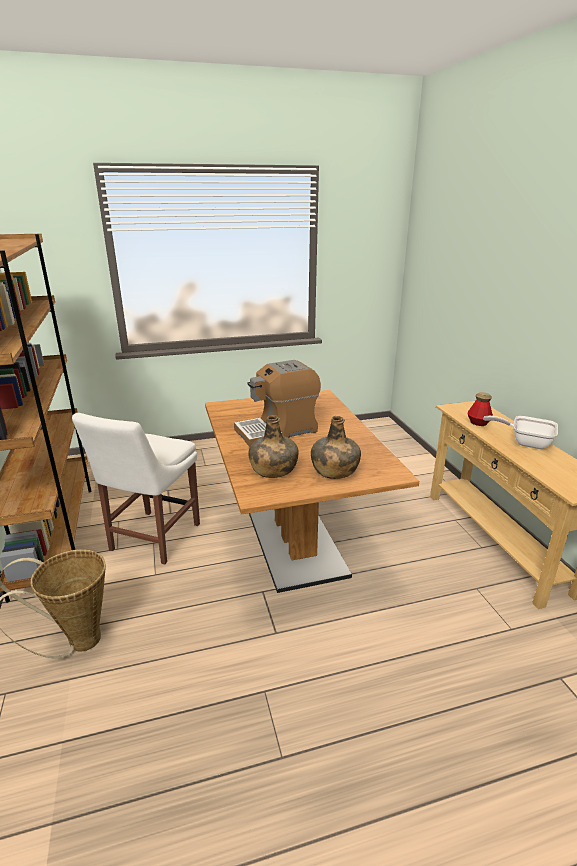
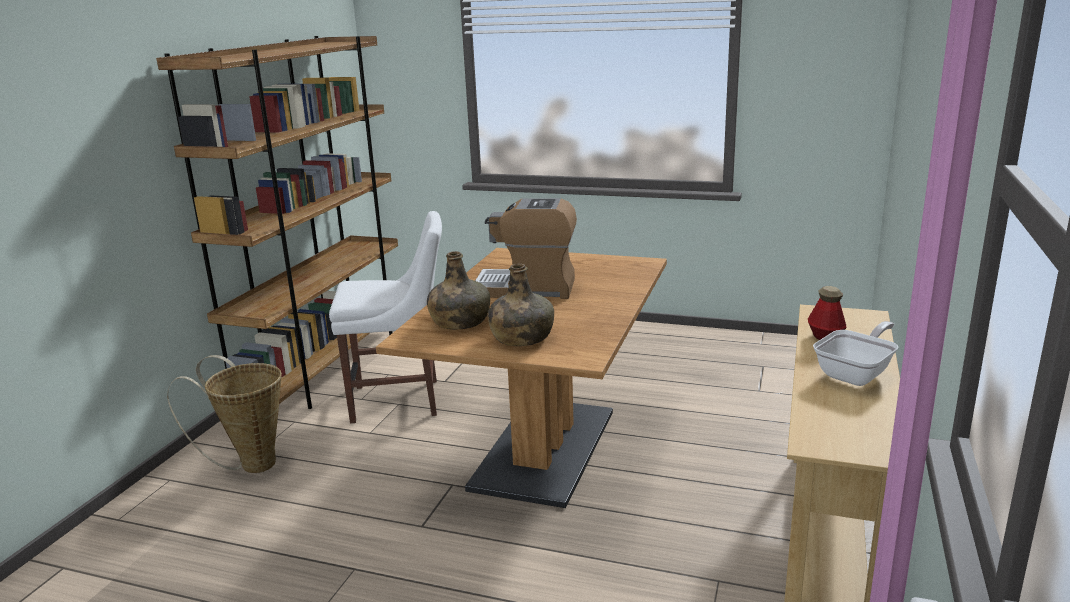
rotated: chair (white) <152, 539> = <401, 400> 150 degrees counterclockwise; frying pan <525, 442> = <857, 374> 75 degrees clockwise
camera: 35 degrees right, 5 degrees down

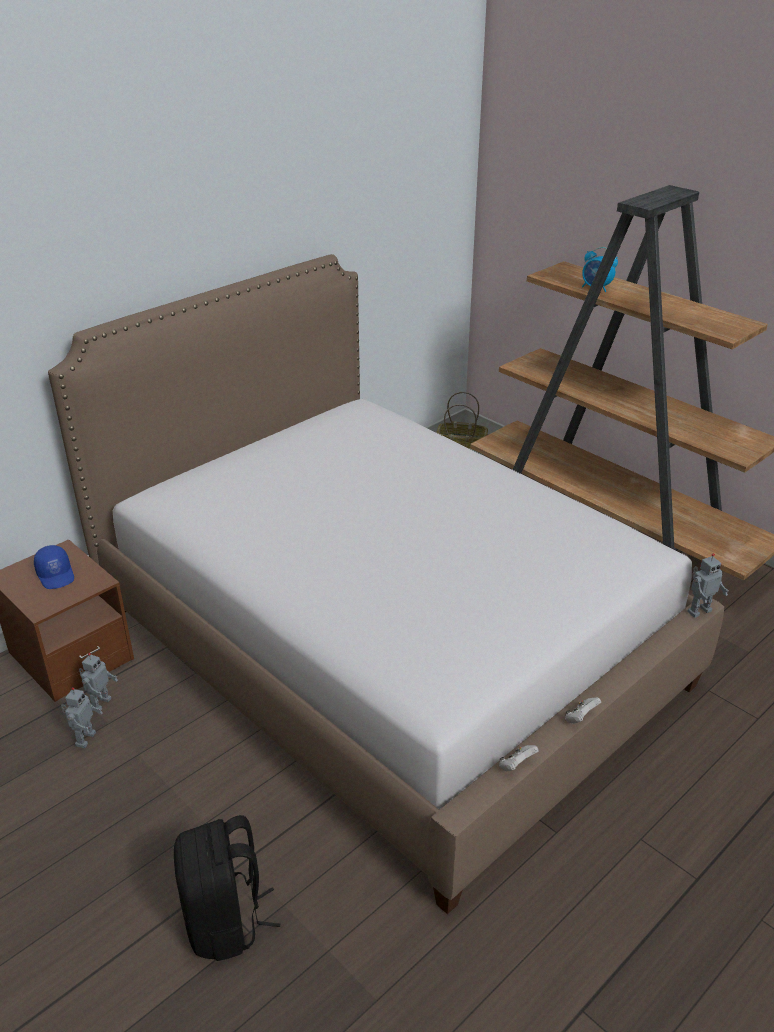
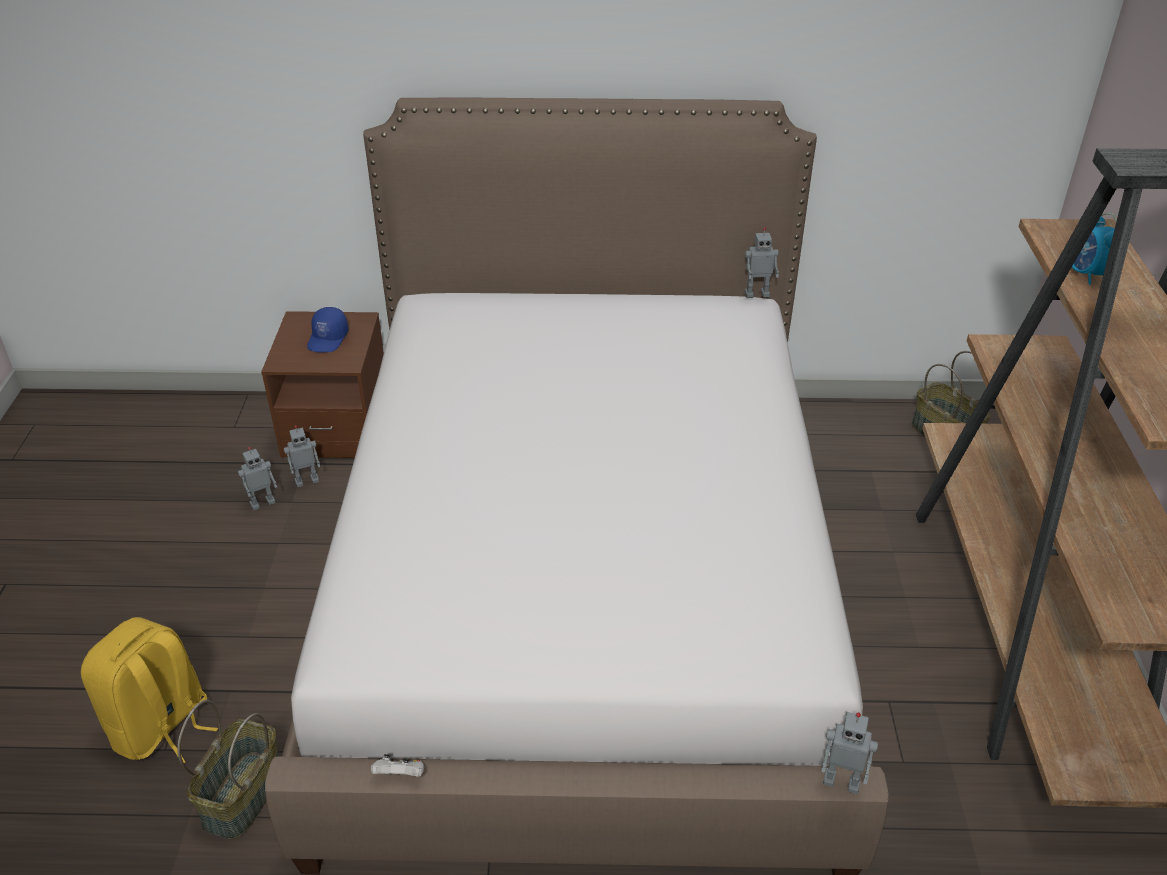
gone: game controller (white) <580, 718>
new: basket <242, 794>; toy robot <756, 294>
repainted: backpack (black) <226, 922> to backpack (yellow) <161, 727>
camera: 45 degrees right, 5 degrees up

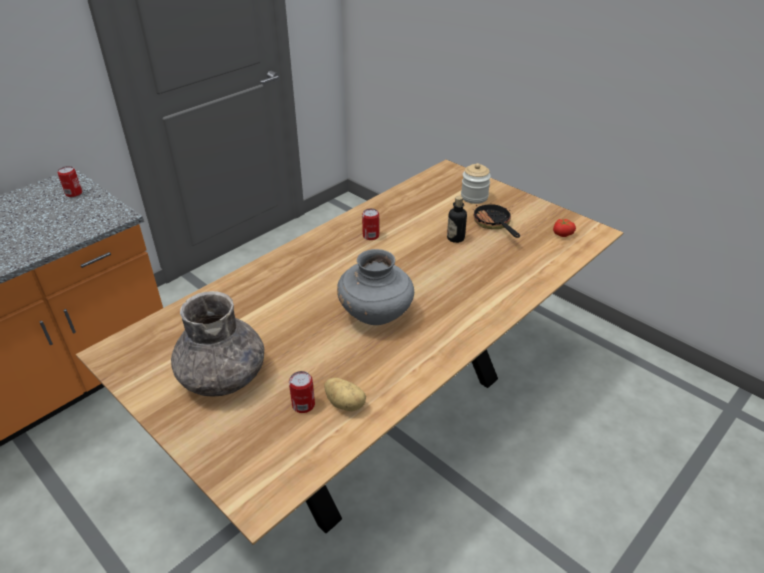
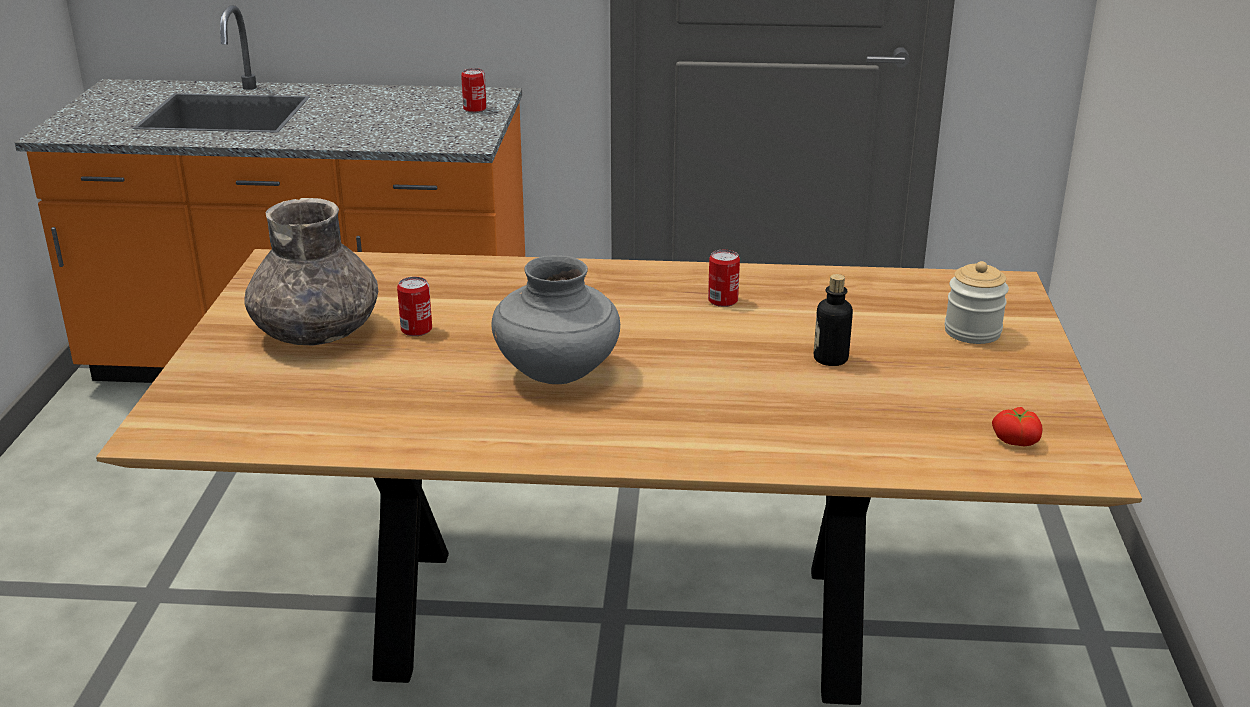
gone: potato <346, 403>; frying pan <494, 224>
shifted: can <303, 405> to <416, 329>
camera: 50 degrees right, 10 degrees down

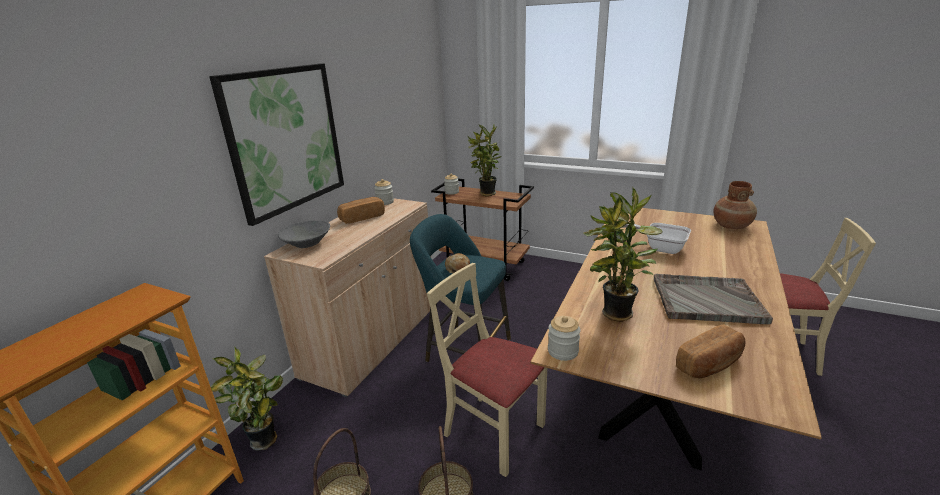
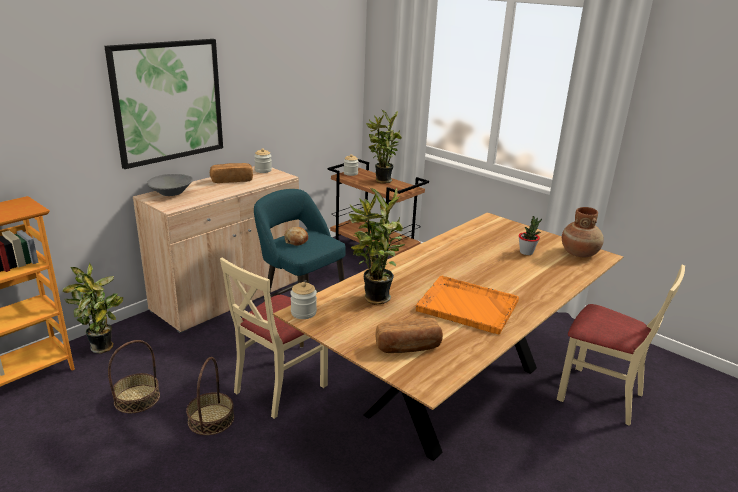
gone: frying pan <660, 248>
new: potted plant <526, 252>
repainted: tray (grey) <705, 300> to tray (orange) <466, 305>
rotated: chair (beige) <493, 431> = <279, 387> 105 degrees counterclockwise
camera: 15 degrees right, 0 degrees up

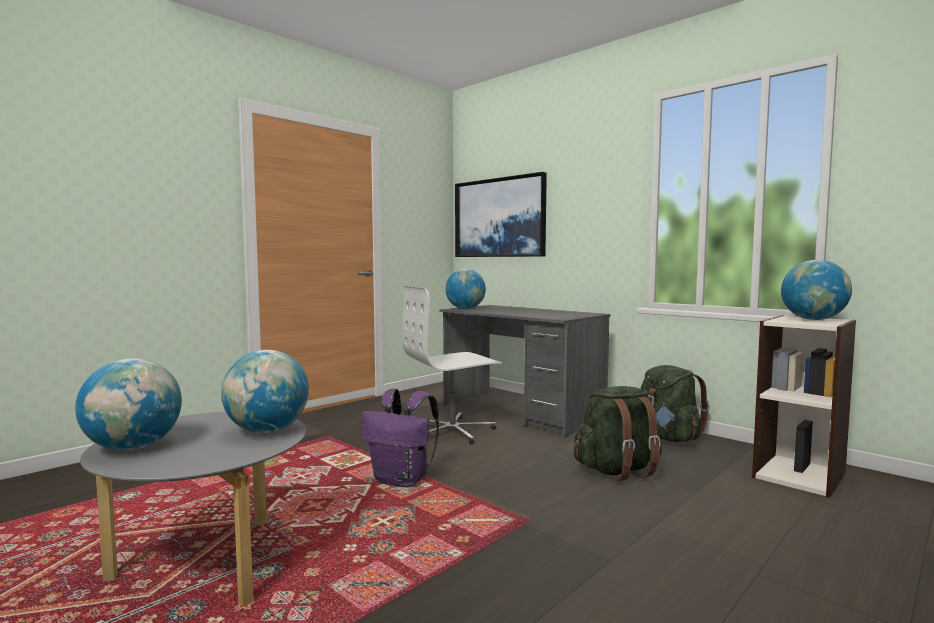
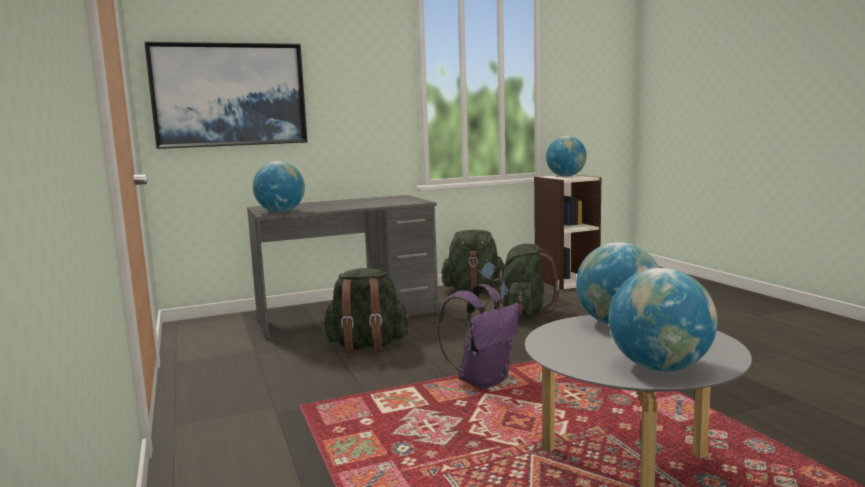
swapped: office chair (white) <453, 431> to backpack (green) <366, 346>
camera: 65 degrees left, 5 degrees up

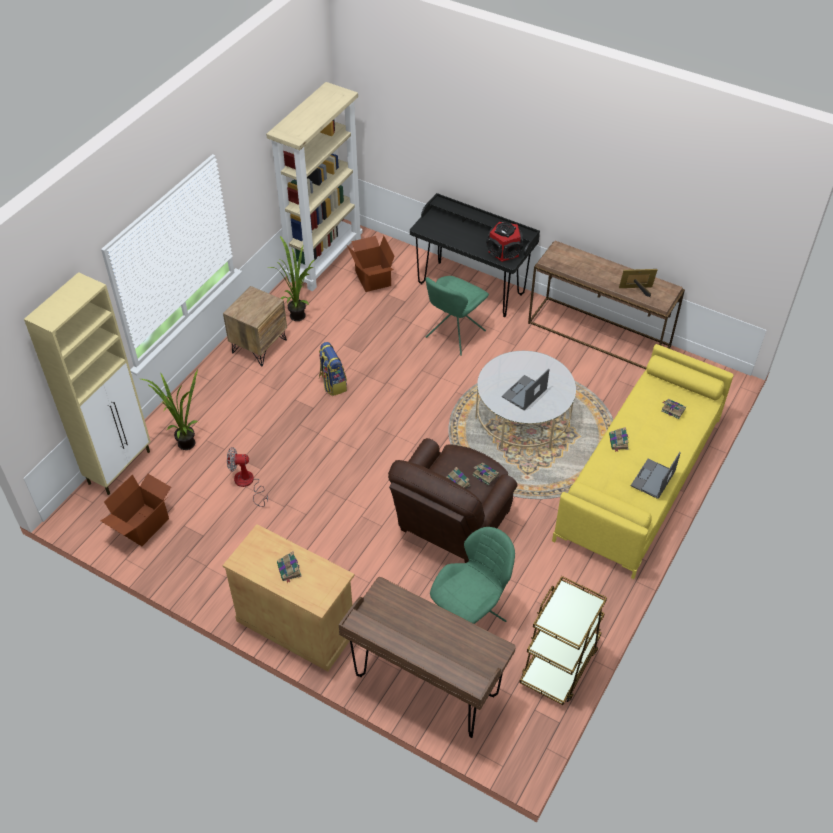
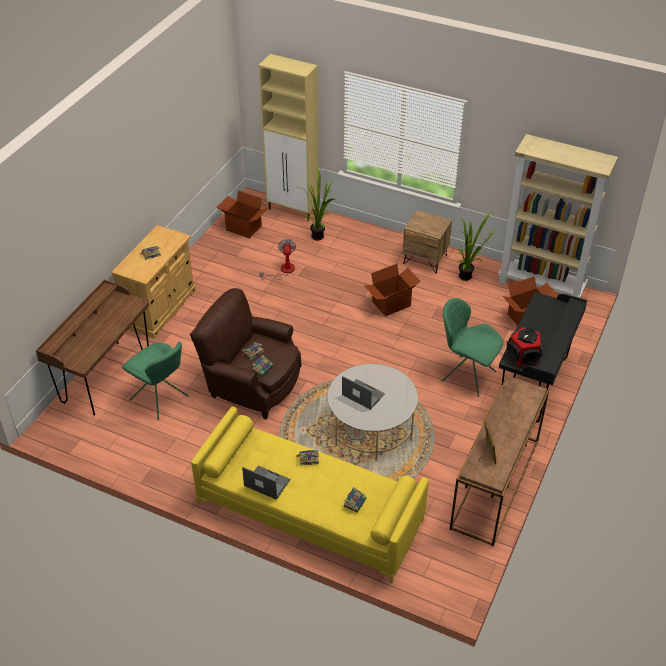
gone: cart (brown) <559, 664>
swapped: backpack <332, 384> to cardboard box <391, 304>
camera: 85 degrees right, 5 degrees down

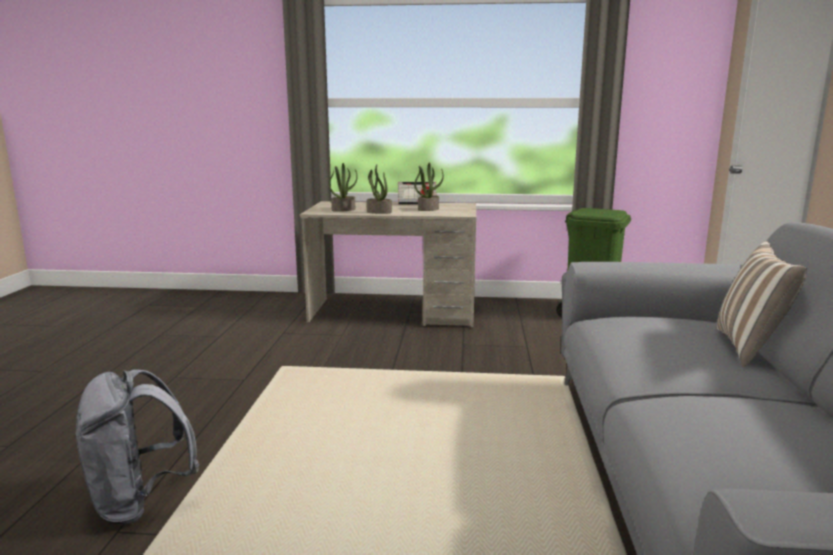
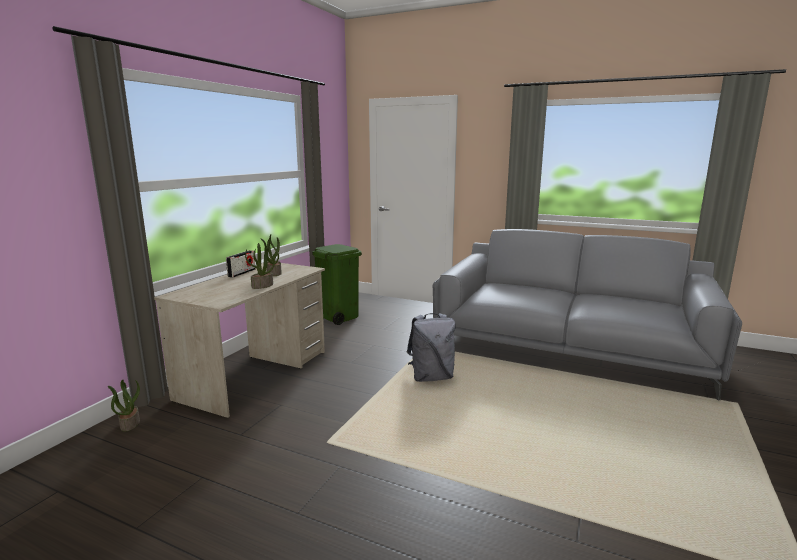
gone: pillow <750, 348>
shifted: backpack (grey) <140, 502> to <431, 377>; potted plant <343, 210> to <129, 424>
camera: 70 degrees left, 0 degrees up

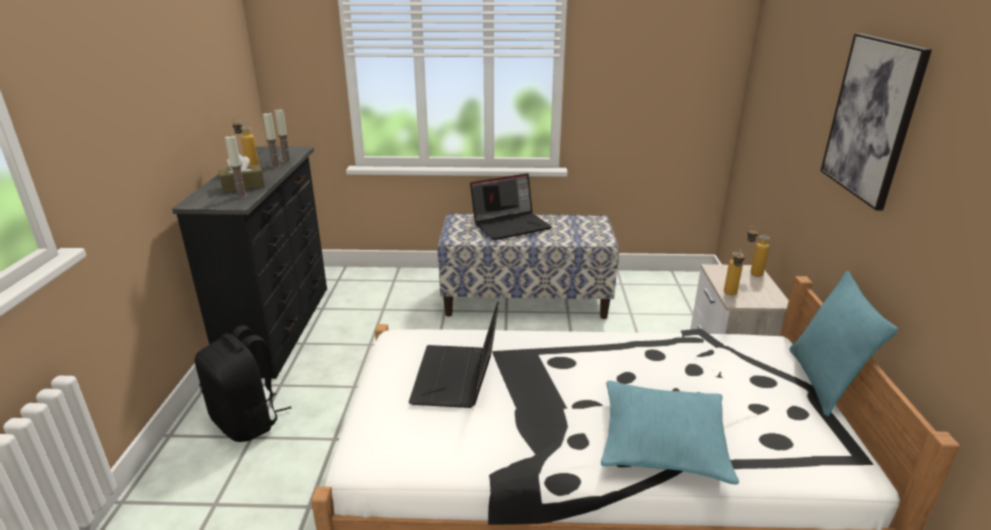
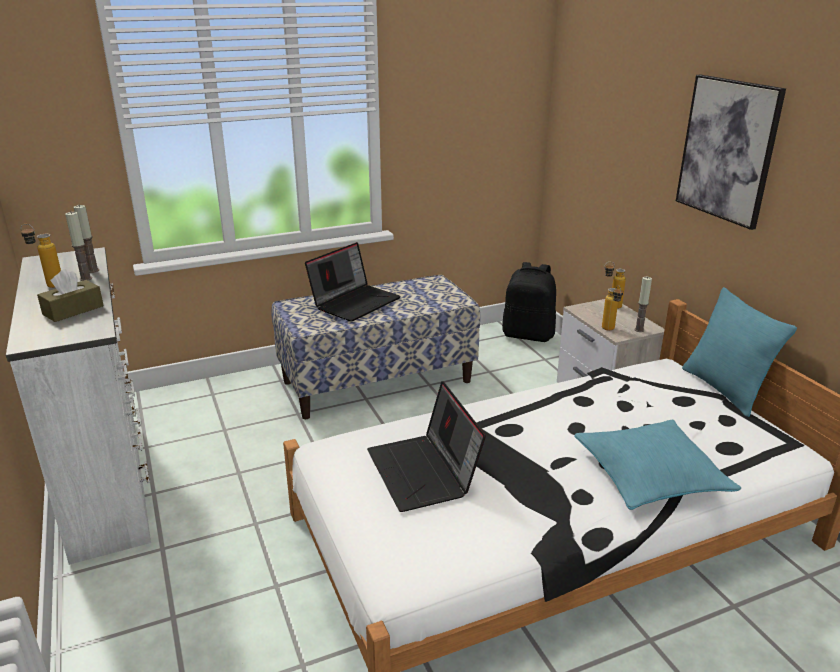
shifted: backpack (black) <248, 421> to <528, 335>; candle <241, 196> to <639, 330>
repainted: dresser (black) <281, 327> to dresser (white) <109, 482>
camera: 25 degrees left, 0 degrees up

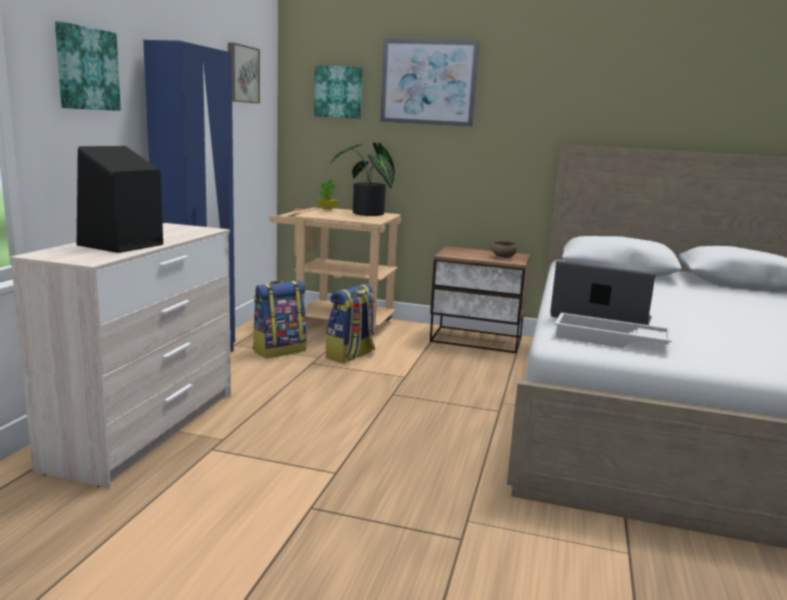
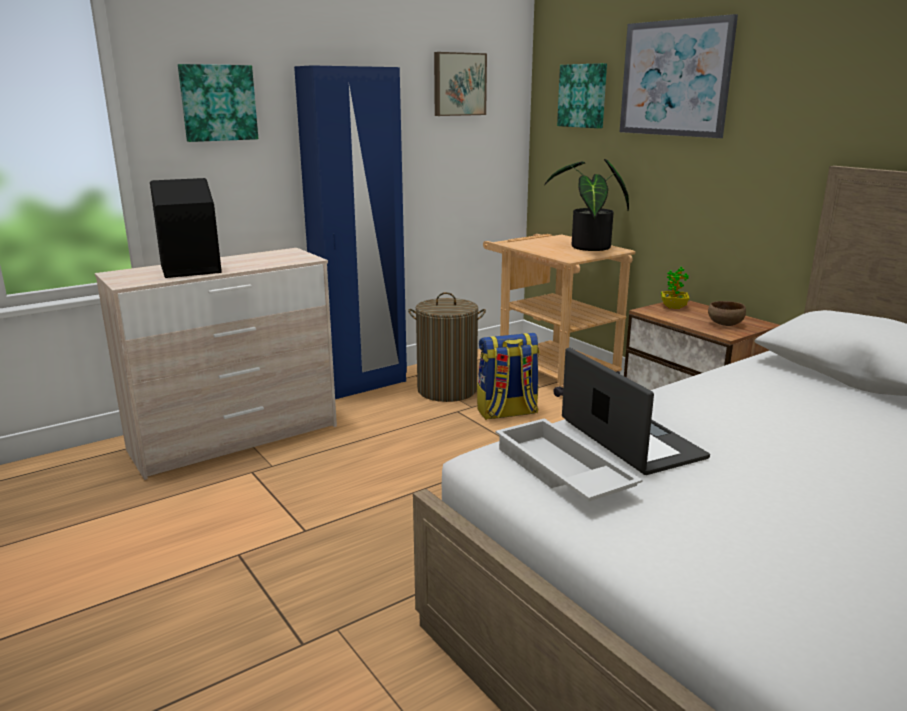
shifted: potted plant <327, 208> to <673, 307>
swapped: backpack <279, 350> to laundry basket <447, 390>
camera: 40 degrees right, 5 degrees up

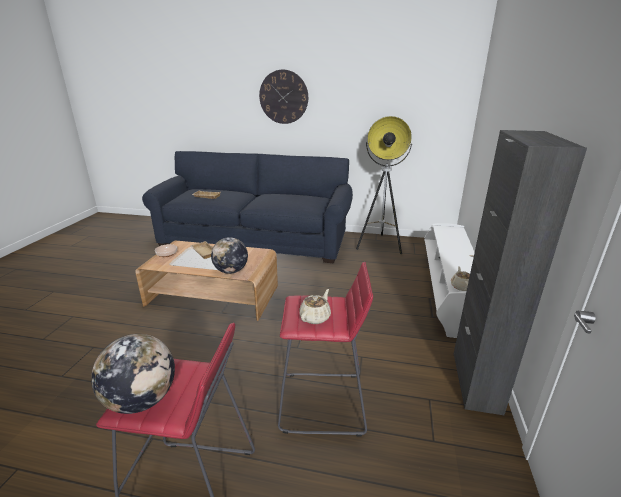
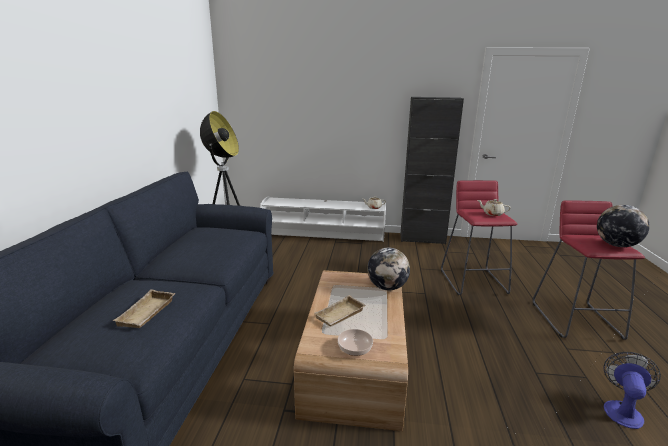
gone: wall clock <283, 97>
new: fan <622, 409>
camera: 95 degrees left, 5 degrees down

